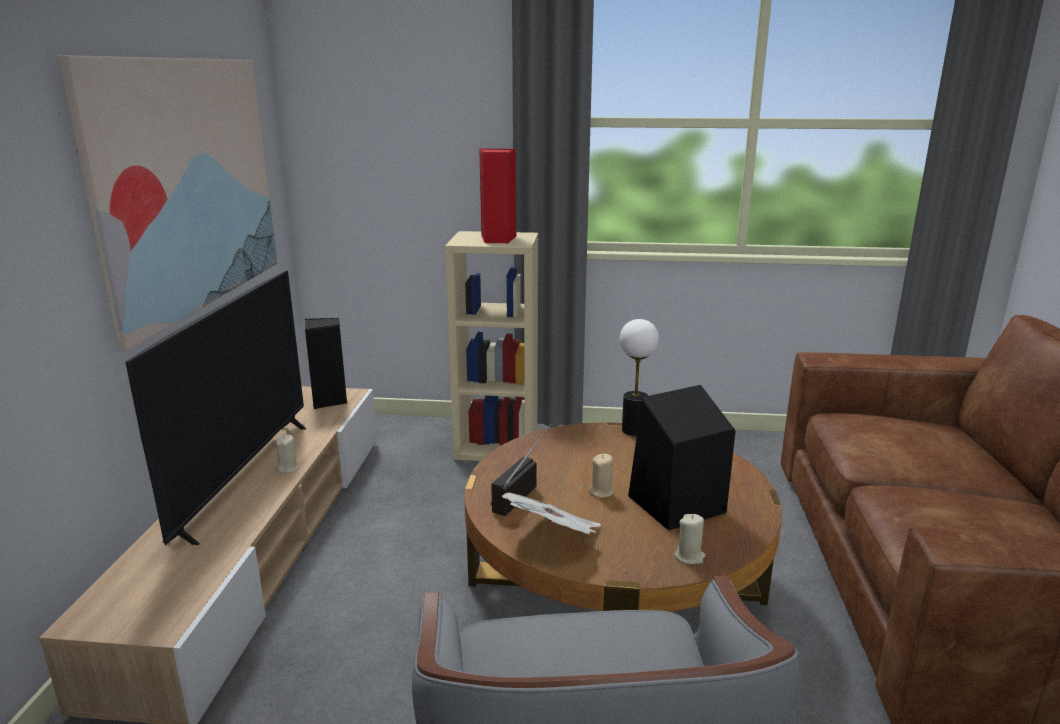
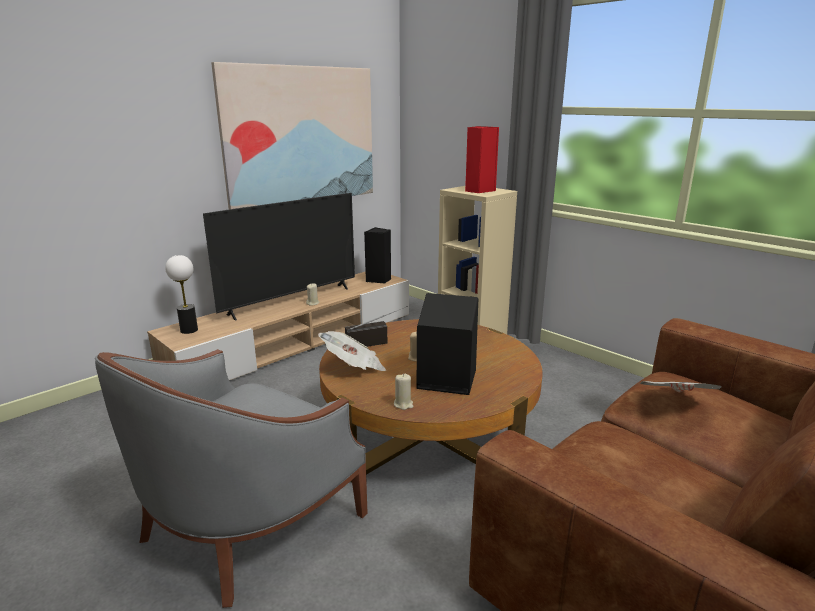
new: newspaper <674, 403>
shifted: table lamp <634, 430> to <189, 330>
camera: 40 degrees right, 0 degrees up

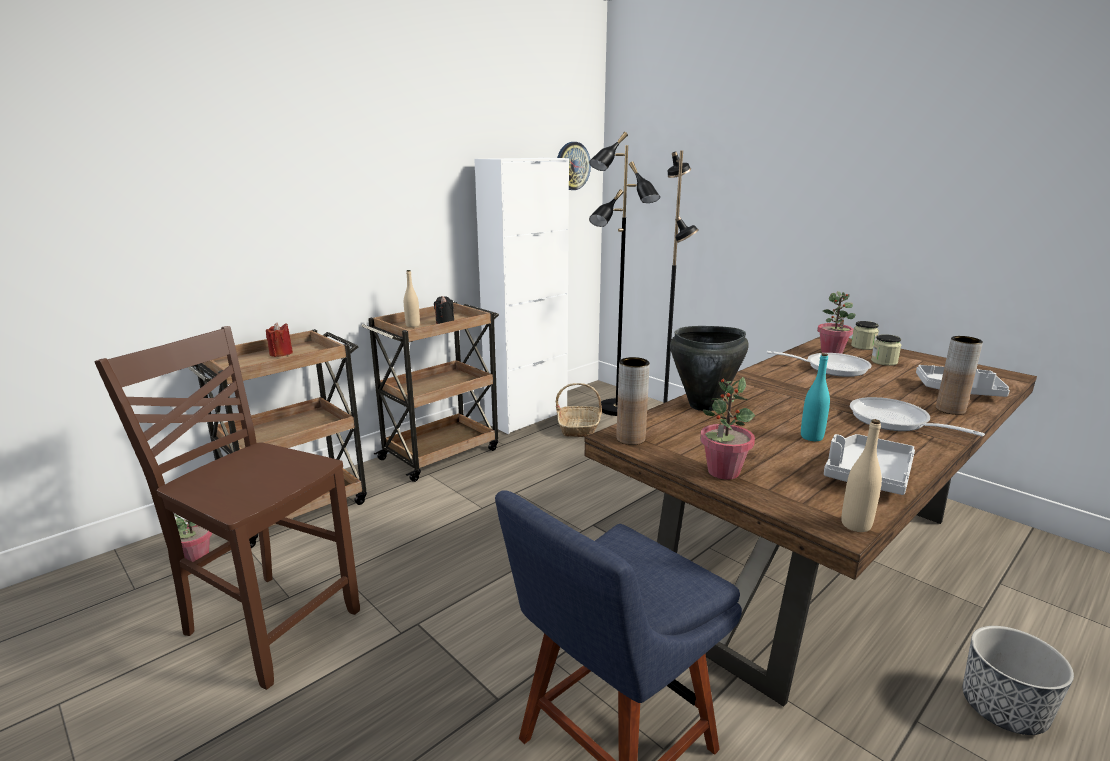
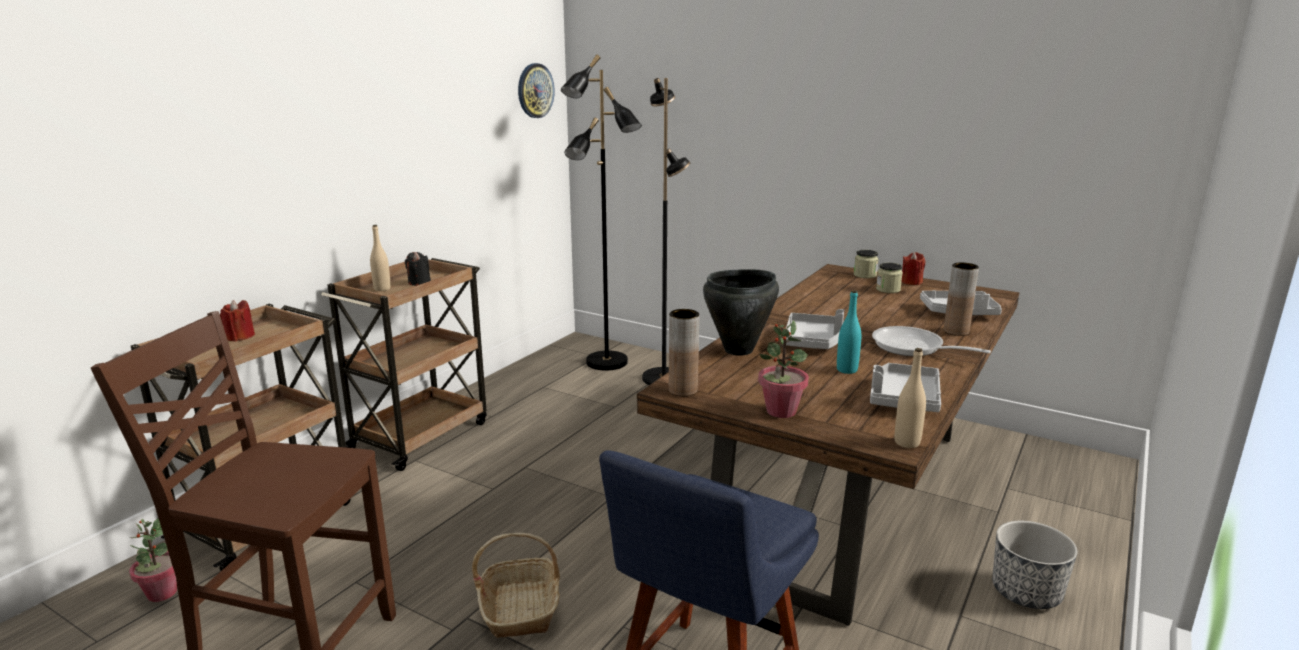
gone: cabinet (white) <527, 417>; frying pan <830, 368>; potted plant <832, 352>
new: tray (grey) <813, 341>; candle (red) <911, 282>
shifted: basket <579, 427> to <520, 608>
camera: 15 degrees left, 0 degrees up

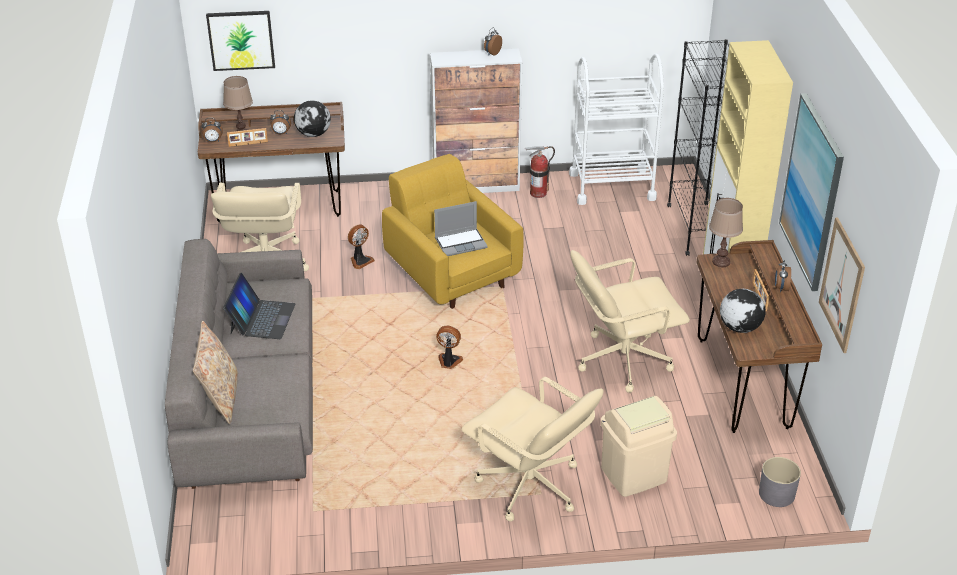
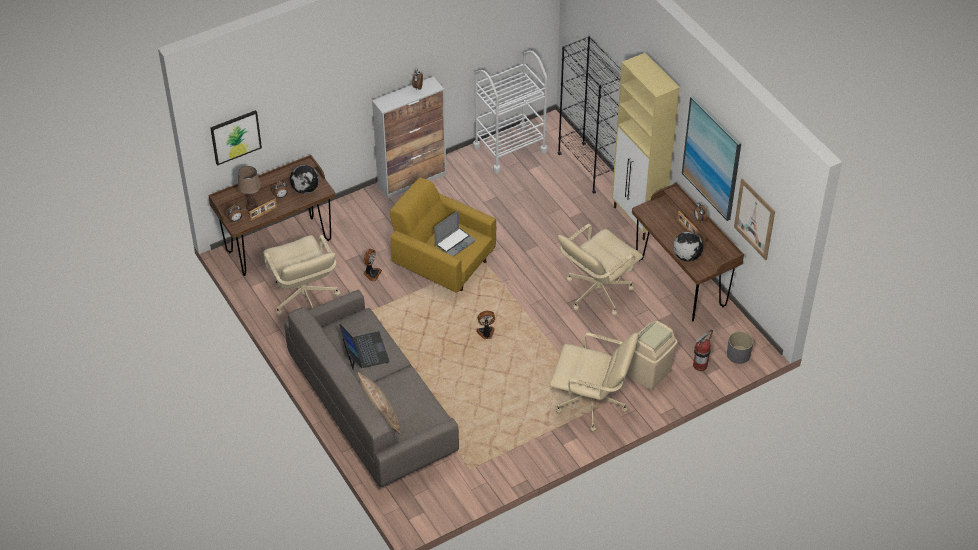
gone: table lamp (brown) <721, 261>
shifted: fire extinguisher <538, 193> to <700, 365>
camera: 25 degrees left, 10 degrees up

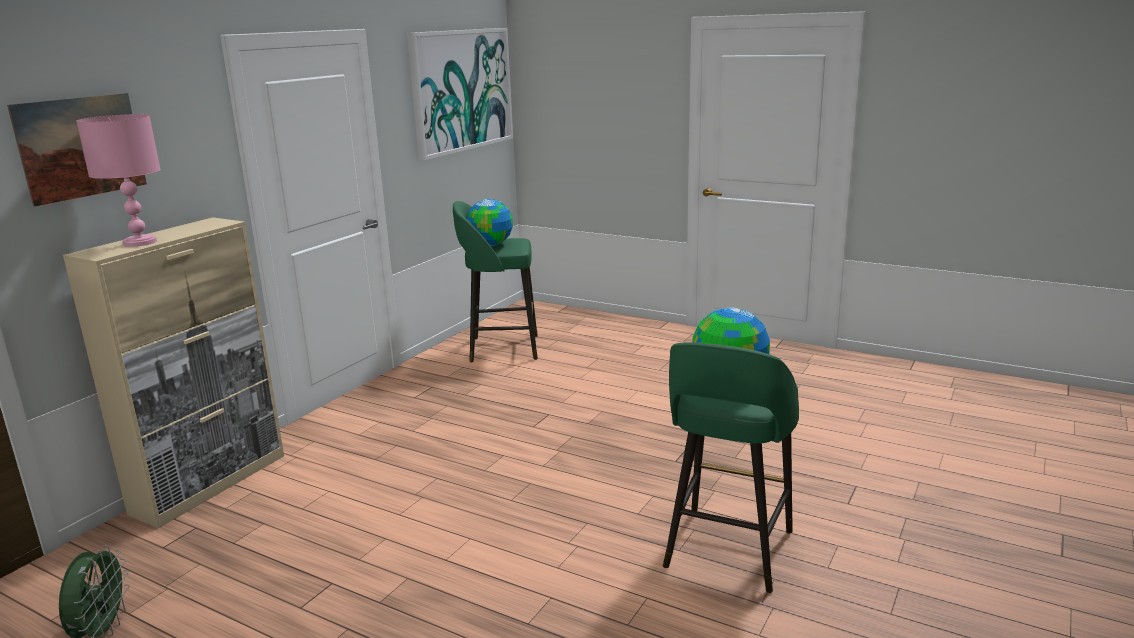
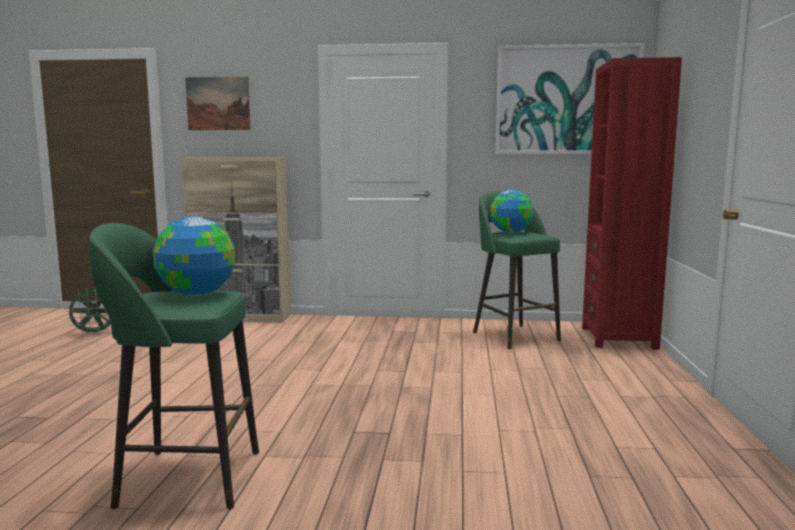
gone: table lamp (pink) <139, 242>
new: bookcase (red) <619, 338>
camera: 65 degrees right, 10 degrees down

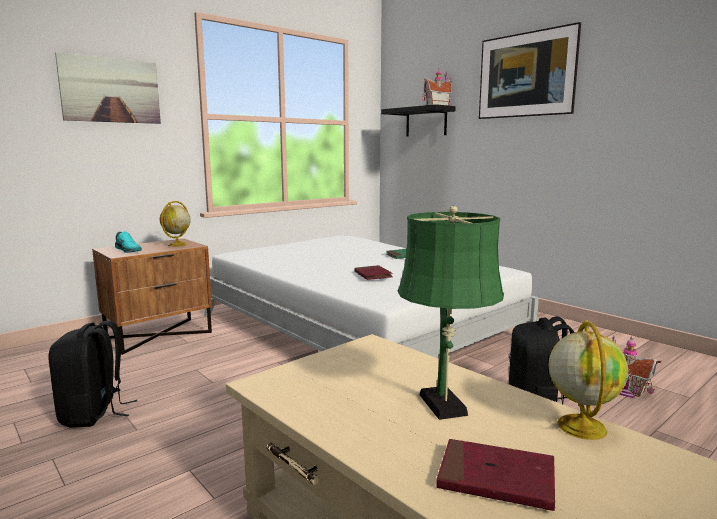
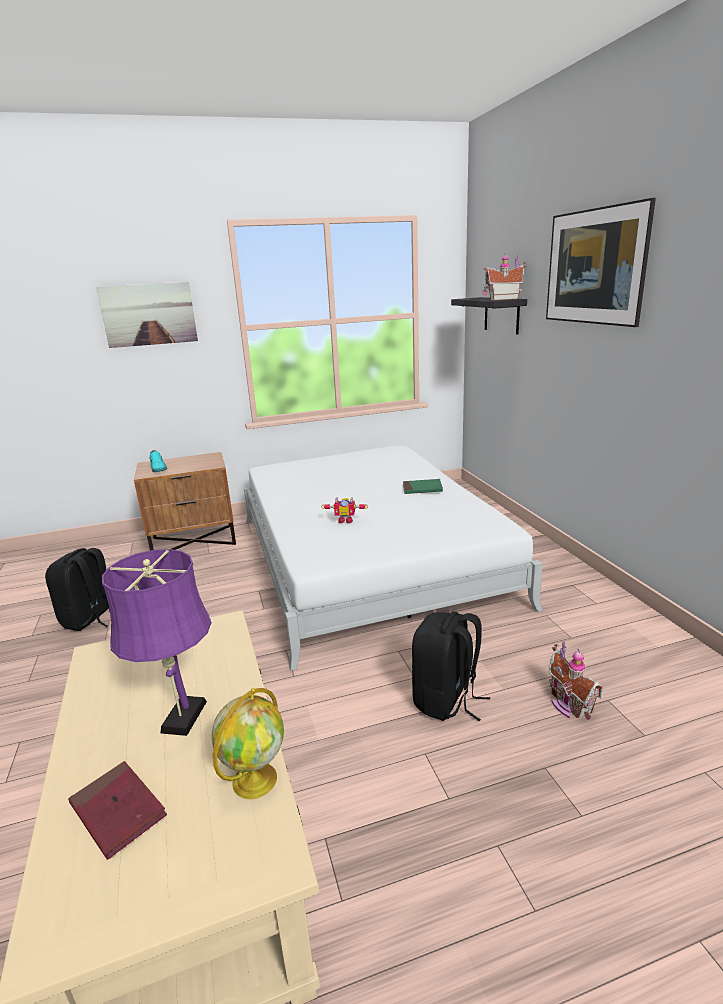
gone: globe <177, 245>
swapped: book (red) <373, 275> to toy robot <345, 520>
repainted: table lamp (green) <445, 407> to table lamp (purple) <181, 720>
camera: 25 degrees right, 10 degrees up

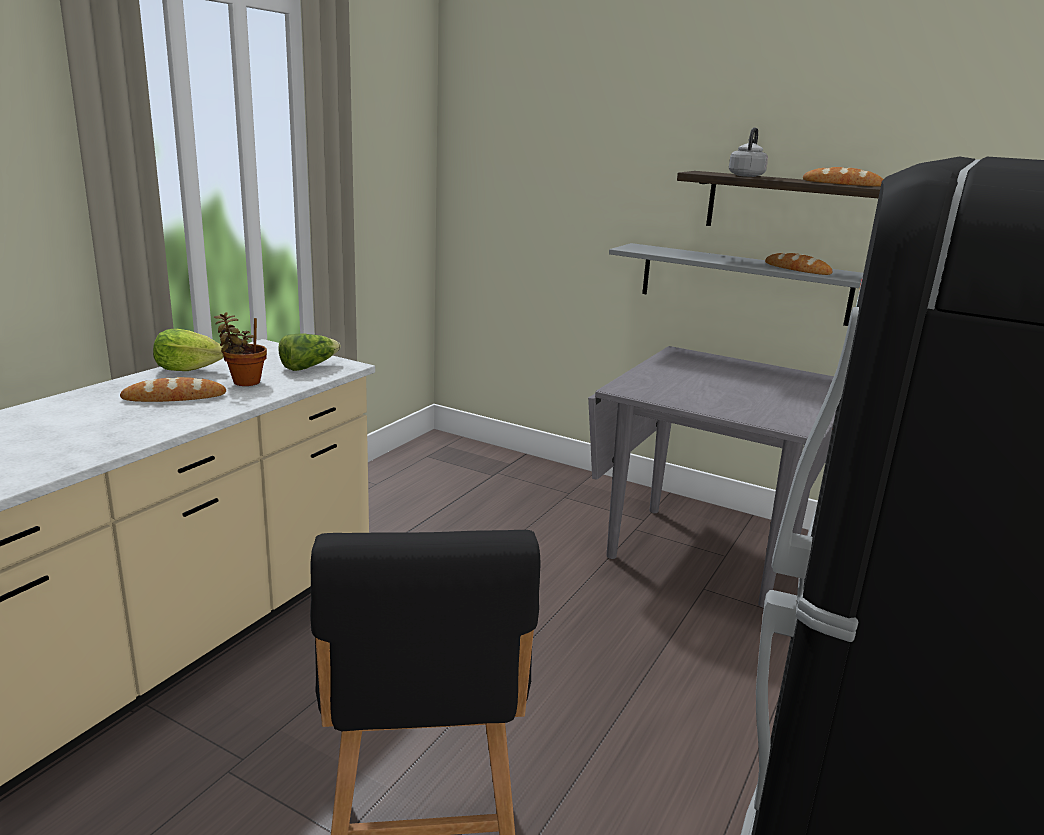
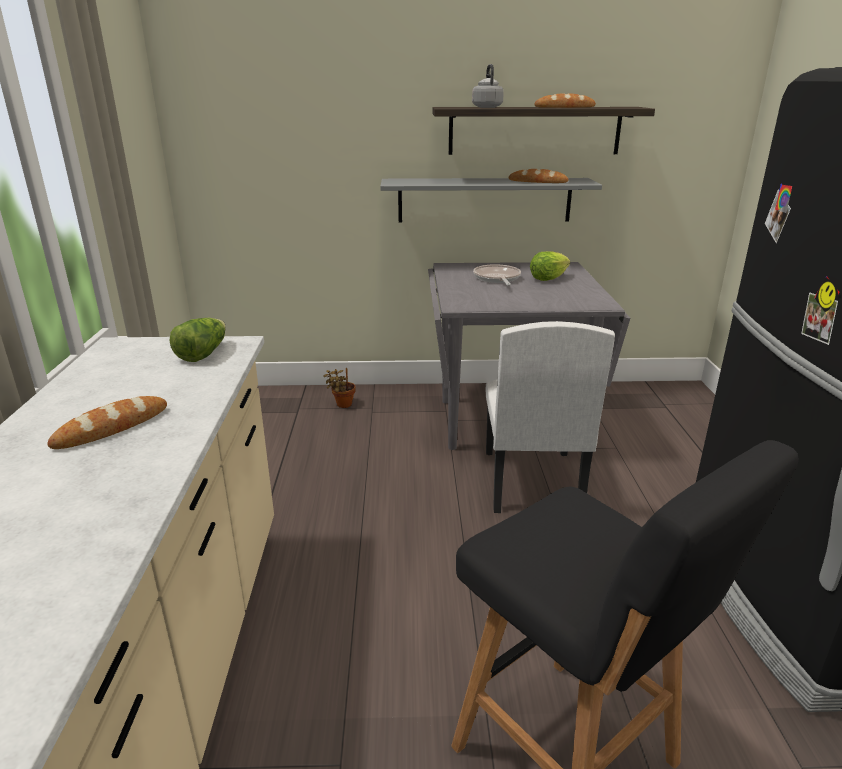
new: frying pan <497, 279>; chair (white) <531, 481>
shifted: lettuce <187, 369> to <547, 279>; potted plant <243, 381> to <342, 404>
camera: 30 degrees left, 5 degrees up

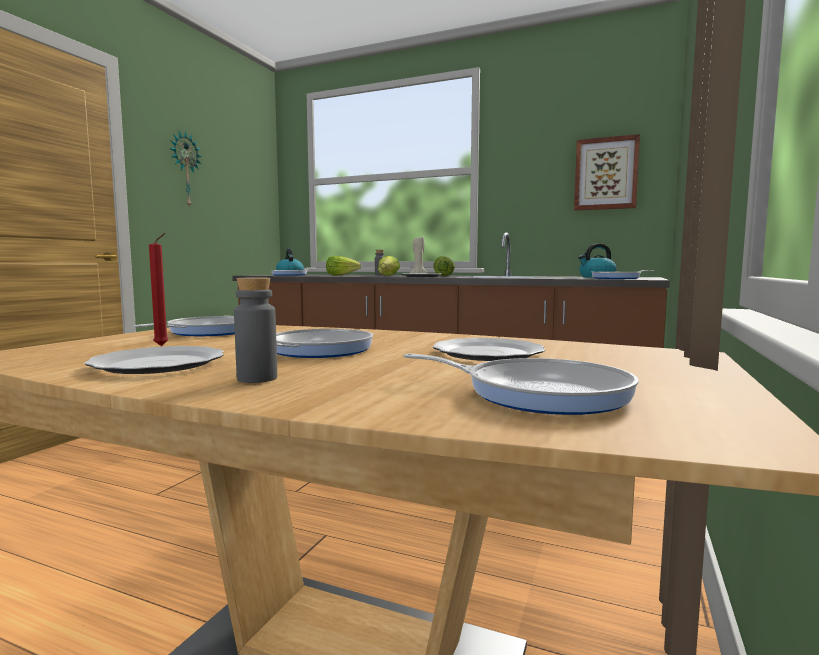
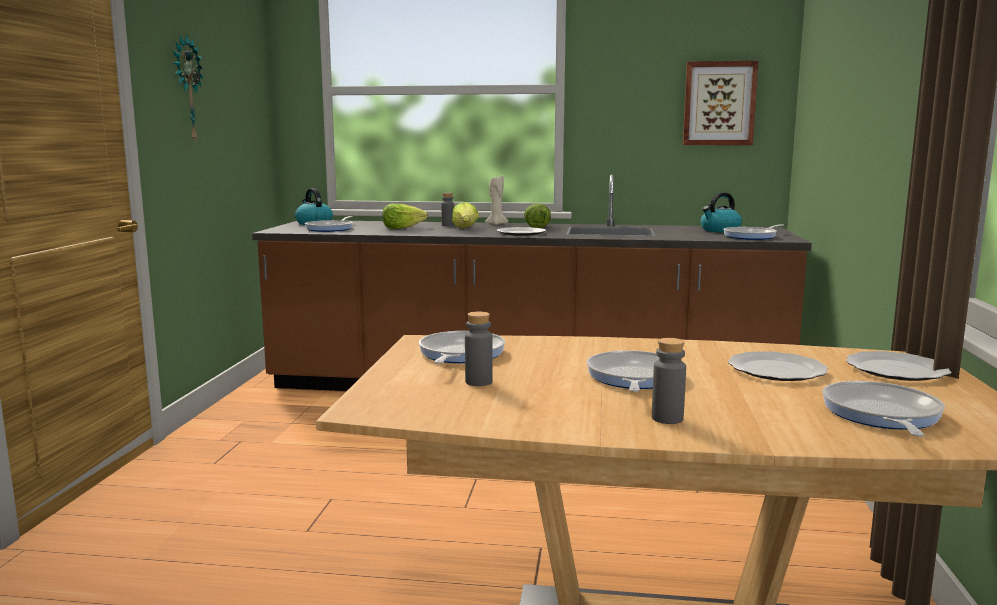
shifted: plate <161, 364> to <897, 370>
swapped: candle (red) <163, 346> to bottle (grey) <478, 382>
rotated: frying pan <538, 393> = <881, 415> 90 degrees counterclockwise
camera: 15 degrees left, 5 degrees up

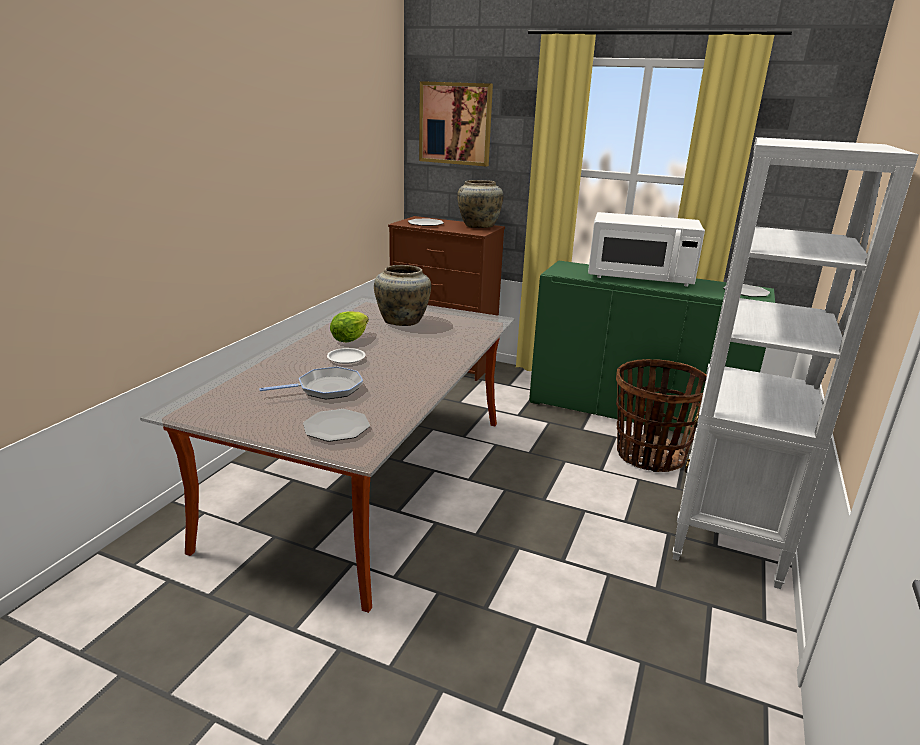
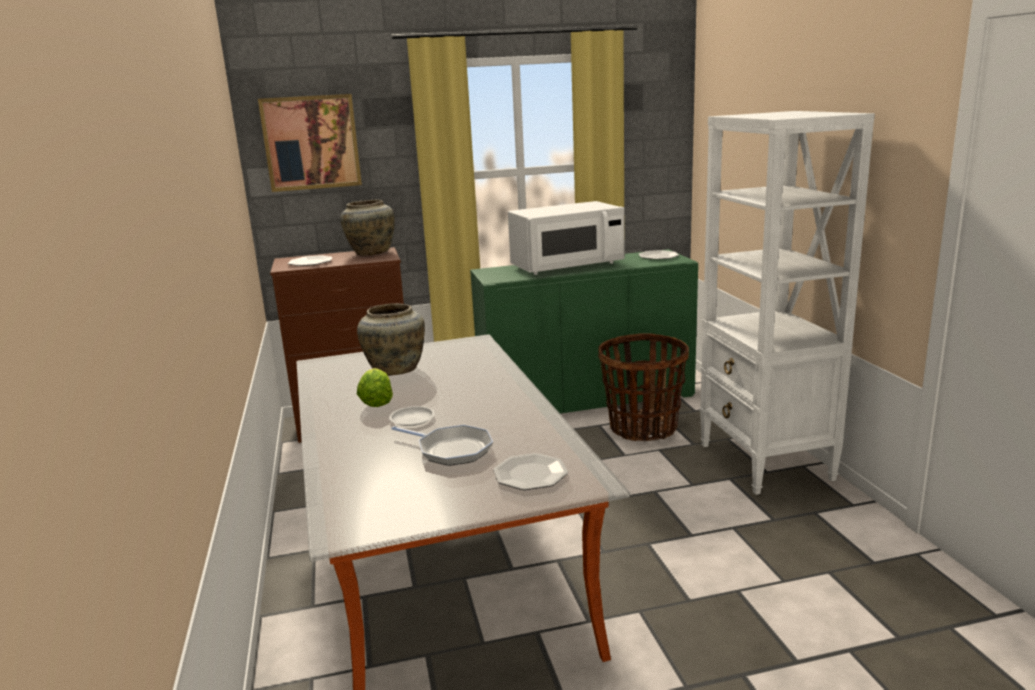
rotated: frying pan <326, 388> = <451, 450> 90 degrees clockwise
camera: 35 degrees left, 5 degrees down

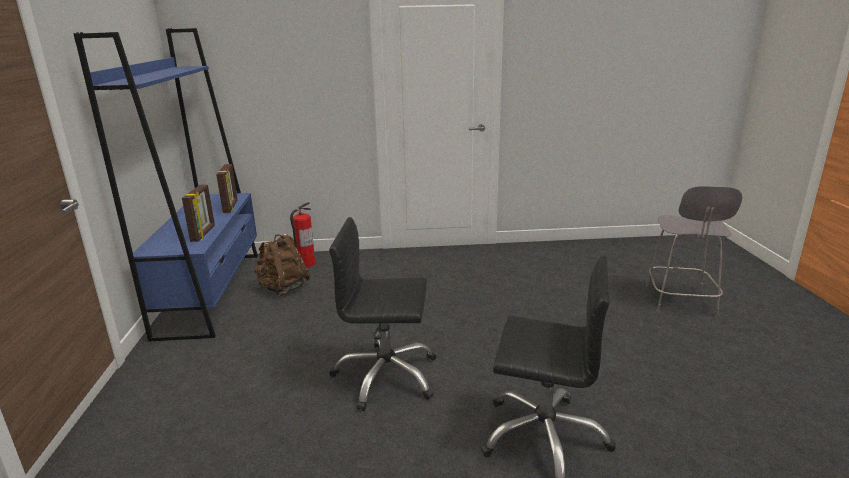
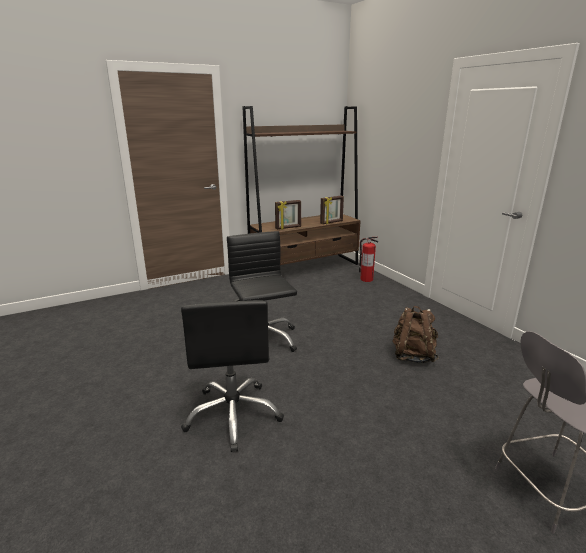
shifted: backpack (brown) <283, 289> to <412, 356>
repainted: bookcase (blue) <211, 292> to bookcase (brown) <305, 268>
camera: 65 degrees right, 0 degrees up

